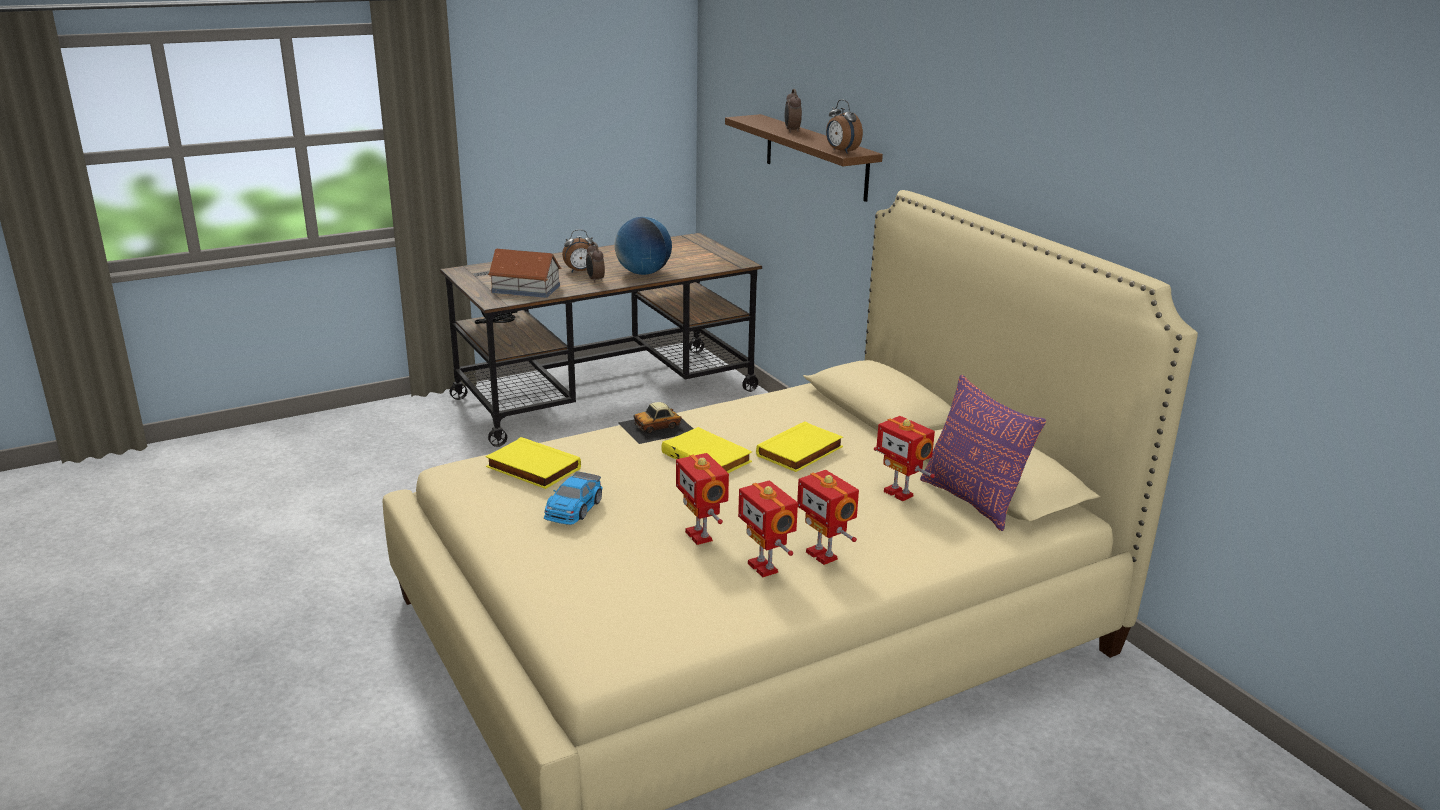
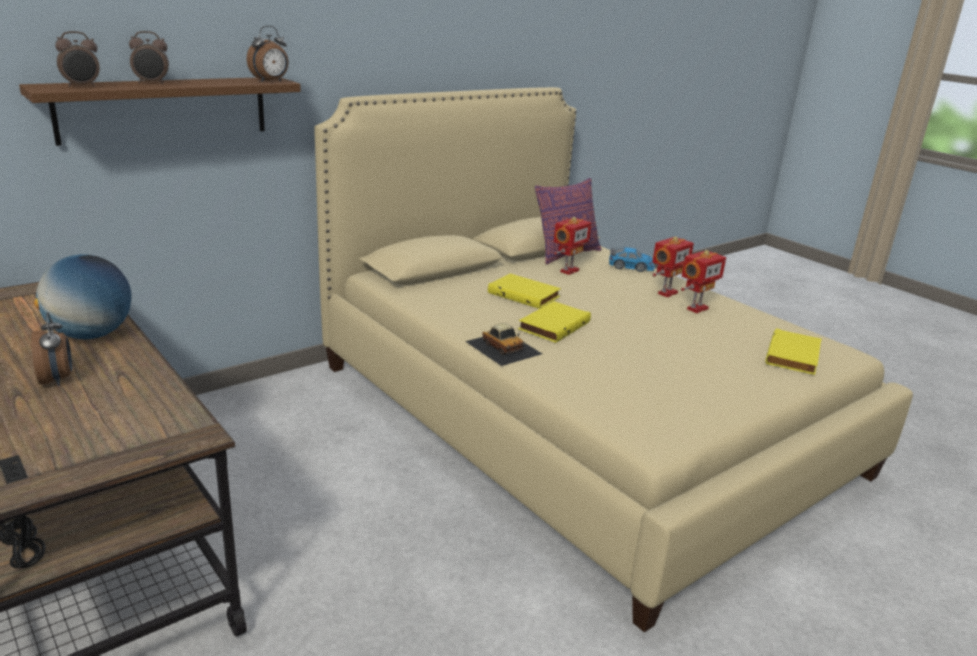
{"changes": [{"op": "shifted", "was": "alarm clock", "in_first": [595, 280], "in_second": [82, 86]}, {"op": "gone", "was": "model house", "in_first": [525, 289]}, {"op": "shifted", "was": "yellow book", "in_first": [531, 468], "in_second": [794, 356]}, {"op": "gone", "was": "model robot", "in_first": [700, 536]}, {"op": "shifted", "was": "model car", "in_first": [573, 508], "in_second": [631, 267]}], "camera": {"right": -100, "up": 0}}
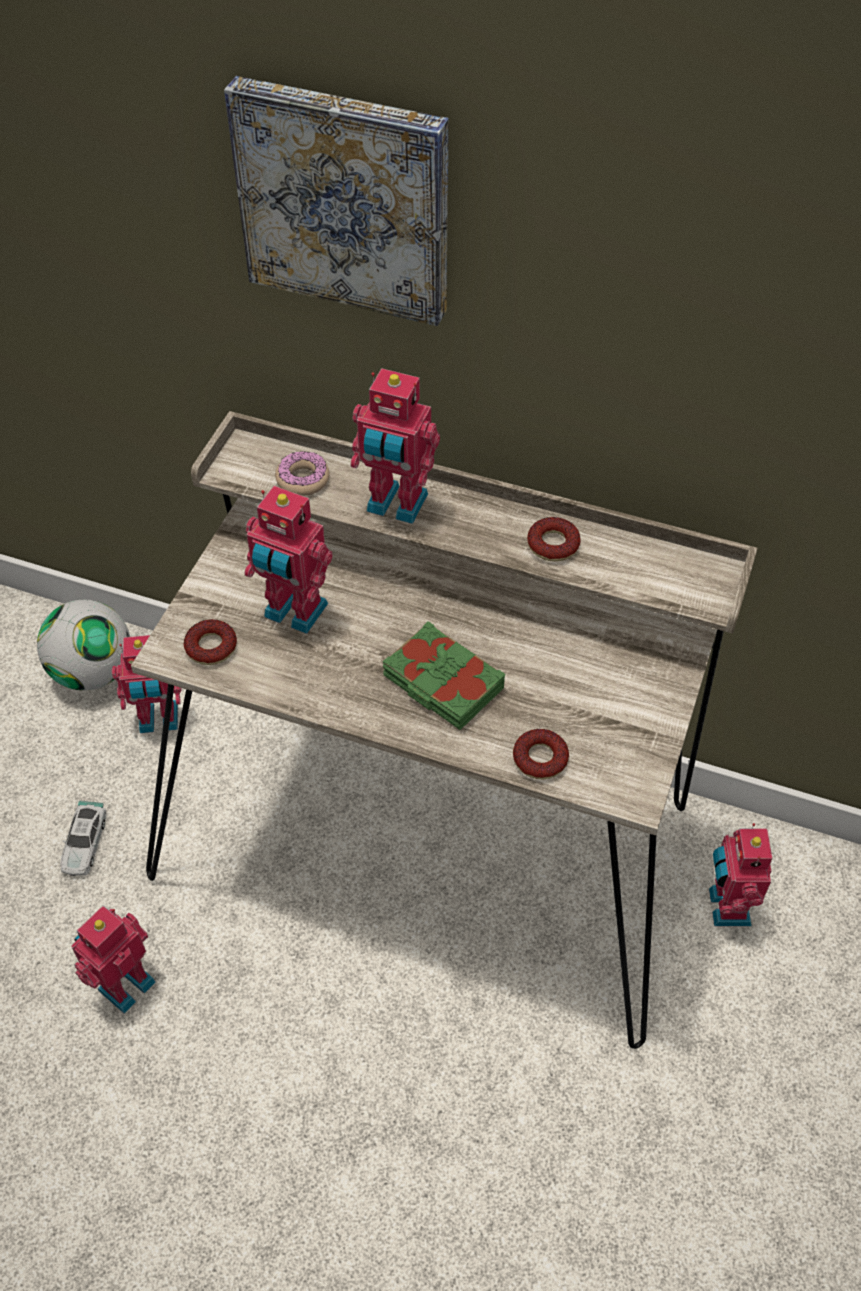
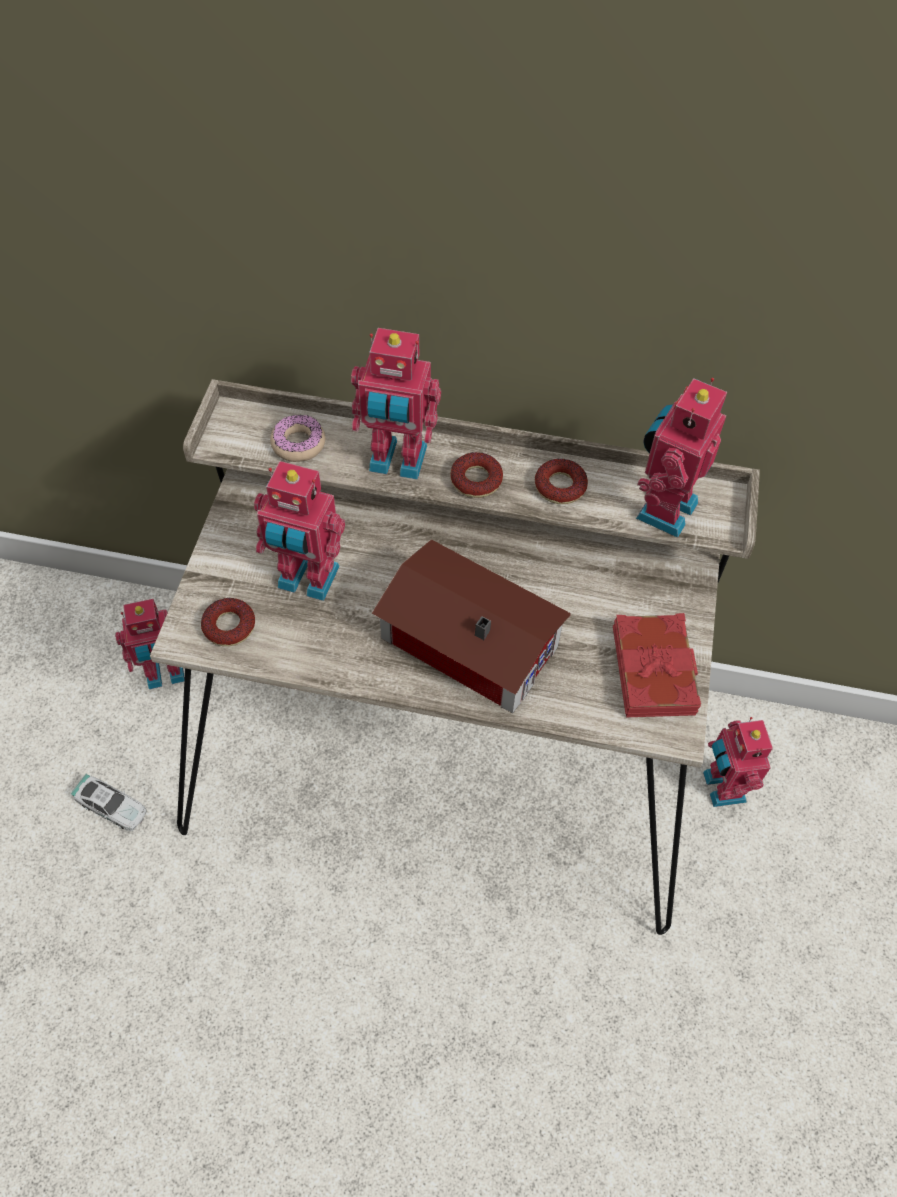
{"changes": [{"op": "gone", "was": "picture", "in_first": [346, 199]}, {"op": "gone", "was": "football ball", "in_first": [93, 672]}, {"op": "swapped", "was": "green book", "now": "model house", "in_first": [442, 683], "in_second": [467, 637]}, {"op": "shifted", "was": "ring doughnut", "in_first": [540, 758], "in_second": [476, 480]}, {"op": "rotated", "was": "model car", "in_first": [84, 843], "in_second": [112, 806], "clockwise": -60}, {"op": "shifted", "was": "model robot", "in_first": [124, 983], "in_second": [662, 508]}, {"op": "new", "now": "red-coloured book", "in_second": [654, 670]}], "camera": {"right": -10, "up": 5}}
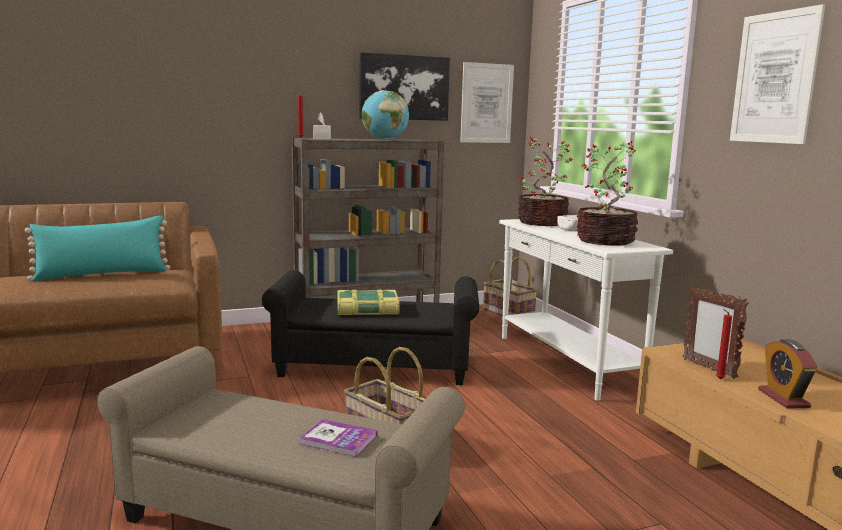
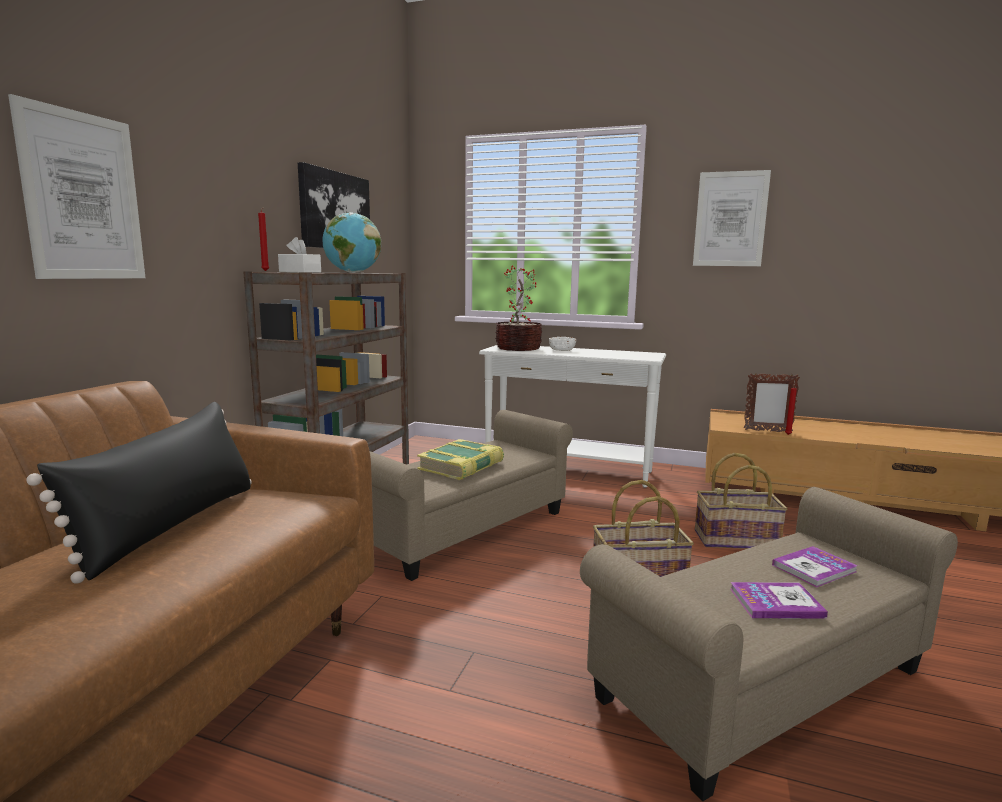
{"changes": [{"op": "shifted", "was": "picture", "in_first": [486, 103], "in_second": [83, 197]}, {"op": "gone", "was": "potted plant", "in_first": [606, 241]}, {"op": "repainted", "was": "blue-green throw pillow", "now": "blackish throw pillow", "in_first": [102, 274], "in_second": [172, 525]}, {"op": "shifted", "was": "storage basket", "in_first": [509, 313], "in_second": [736, 539]}, {"op": "repainted", "was": "blackish pouffe", "now": "beige pouffe", "in_first": [374, 367], "in_second": [464, 529]}, {"op": "gone", "was": "alarm clock", "in_first": [783, 398]}, {"op": "new", "now": "book", "in_second": [776, 603]}], "camera": {"right": -50, "up": 0}}
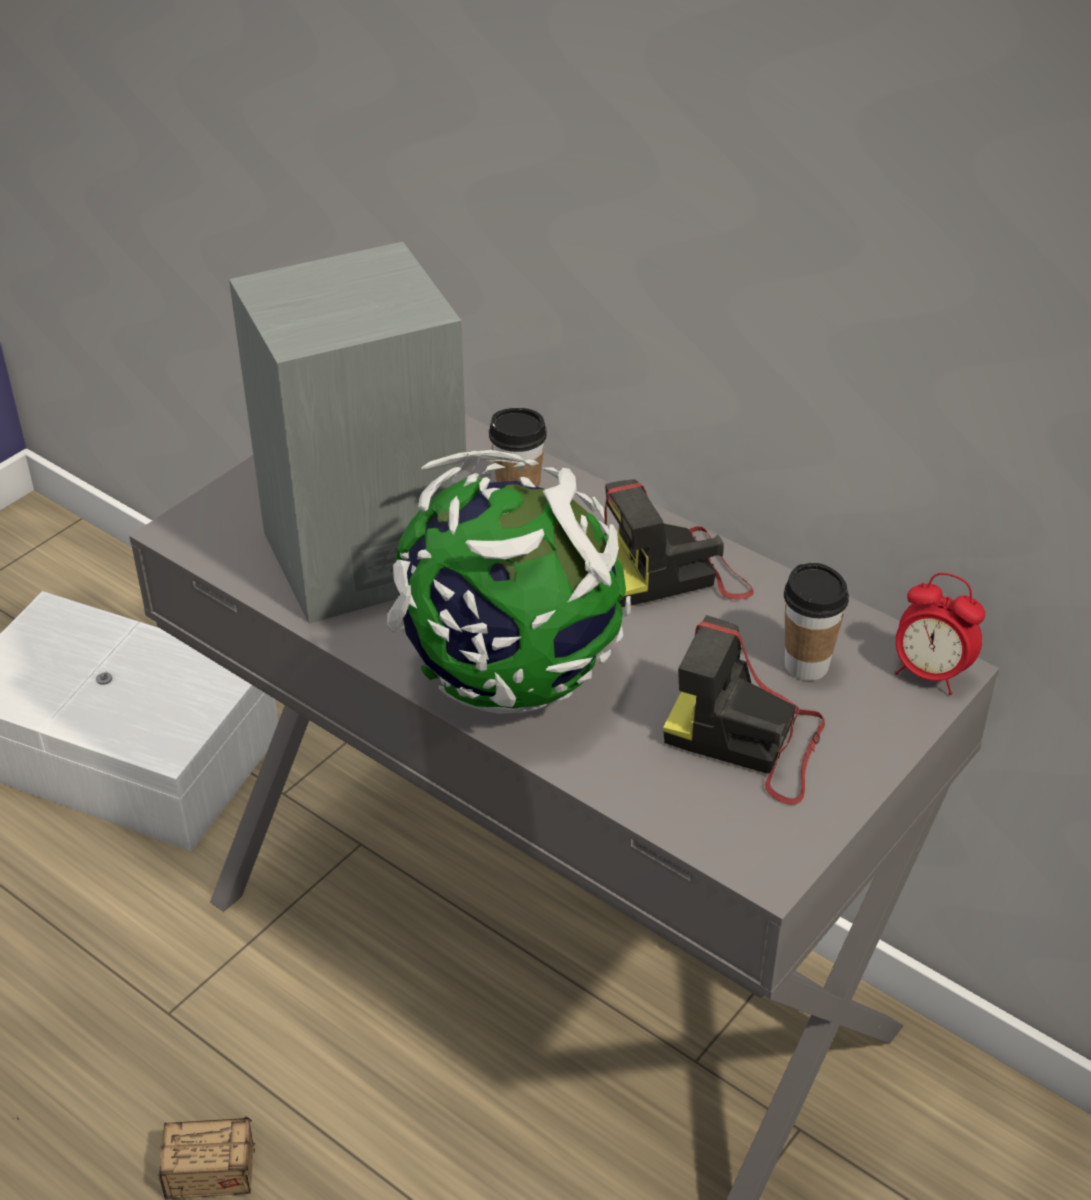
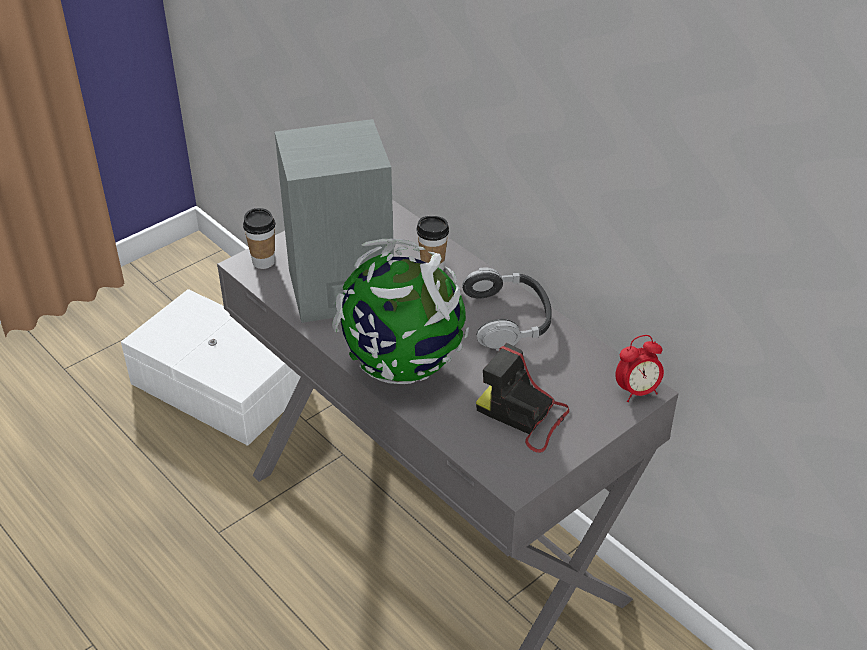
{"changes": [{"op": "swapped", "was": "still camera", "now": "headphones", "in_first": [673, 573], "in_second": [508, 318]}, {"op": "shifted", "was": "small cup", "in_first": [806, 665], "in_second": [263, 262]}, {"op": "rotated", "was": "alarm clock", "in_first": [929, 674], "in_second": [637, 391], "clockwise": -60}, {"op": "gone", "was": "storage bin", "in_first": [151, 1175]}], "camera": {"right": 10, "up": 0}}
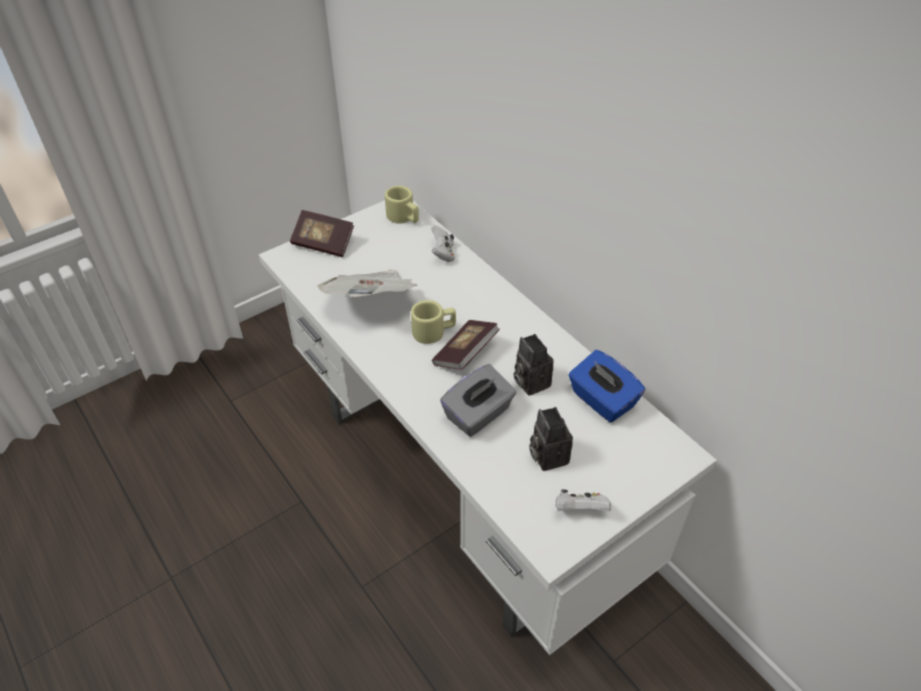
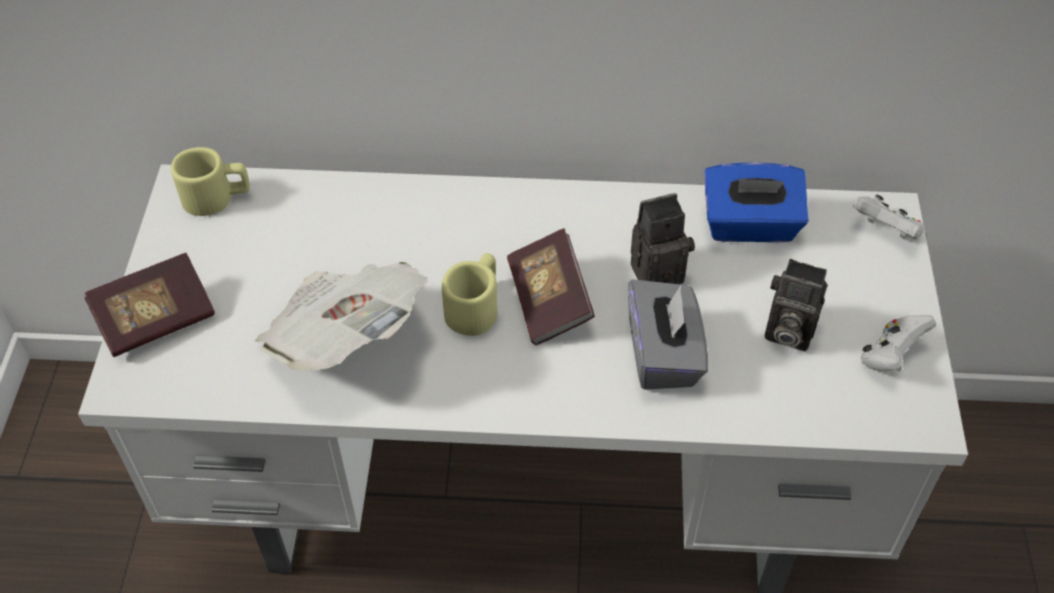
{"changes": [{"op": "shifted", "was": "white-coloured joypad", "in_first": [443, 253], "in_second": [886, 231]}, {"op": "rotated", "was": "still camera", "in_first": [529, 382], "in_second": [658, 270], "clockwise": 150}], "camera": {"right": -50, "up": 5}}
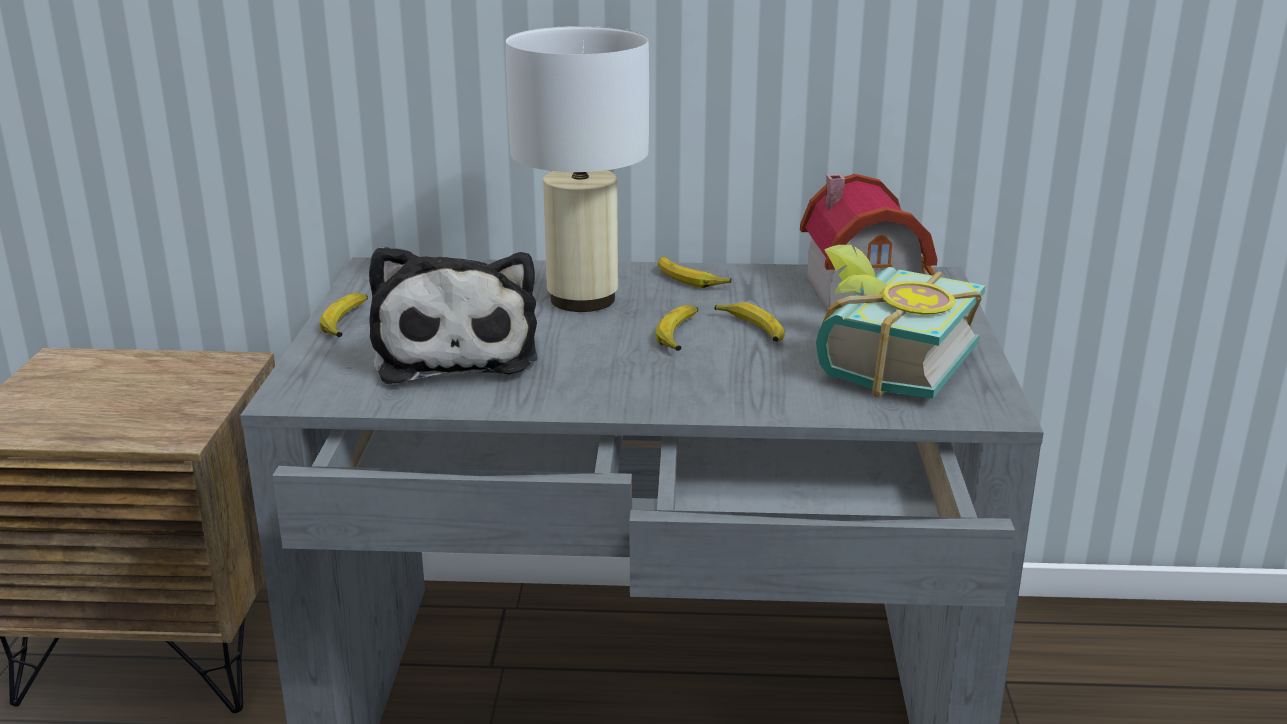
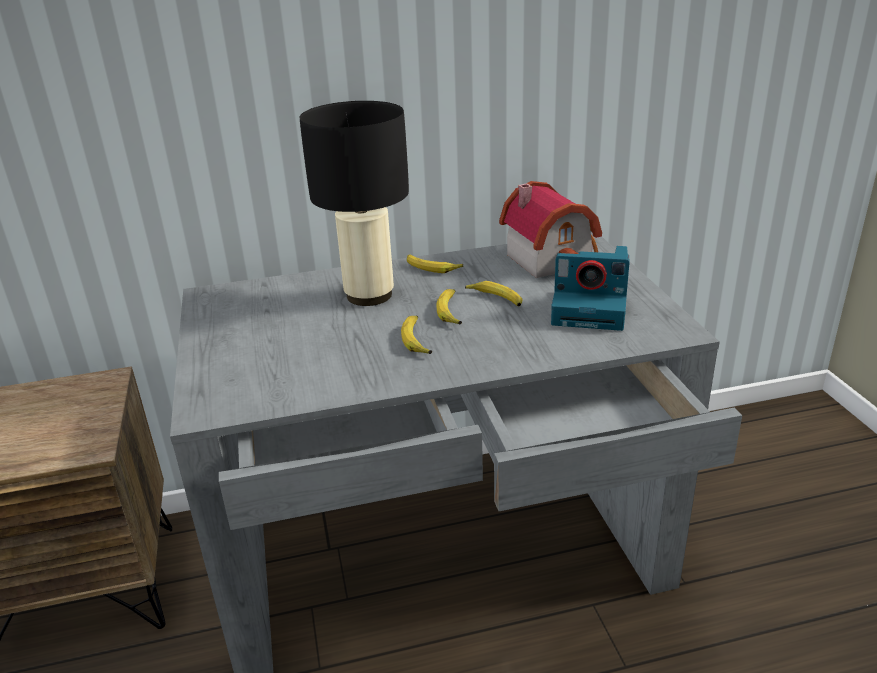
{"changes": [{"op": "repainted", "was": "white-coloured table lamp", "now": "blackish table lamp", "in_first": [581, 299], "in_second": [368, 295]}, {"op": "swapped", "was": "book", "now": "still camera", "in_first": [880, 363], "in_second": [591, 309]}, {"op": "gone", "was": "soft toy", "in_first": [455, 352]}, {"op": "shifted", "was": "banana", "in_first": [346, 322], "in_second": [417, 340]}], "camera": {"right": -15, "up": 5}}
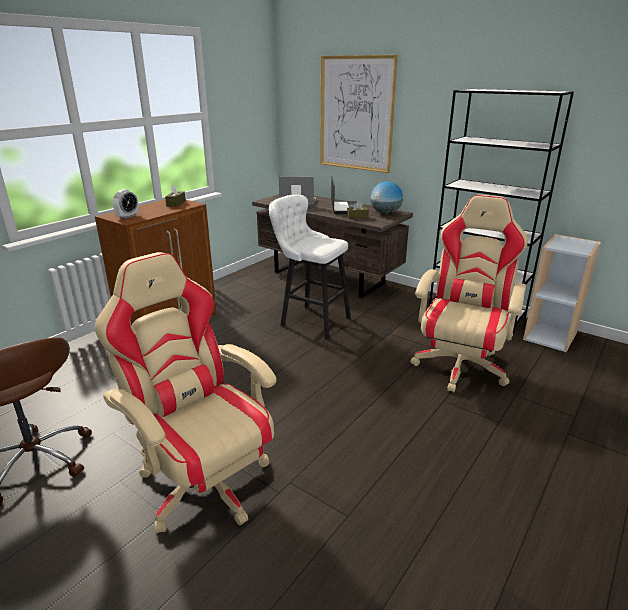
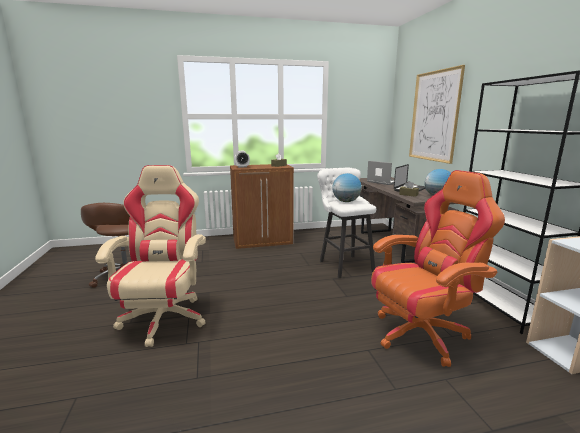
{"changes": [{"op": "repainted", "was": "beige office chair", "now": "orange office chair", "in_first": [459, 366], "in_second": [420, 334]}, {"op": "new", "now": "world globe", "in_second": [346, 201]}], "camera": {"right": 40, "up": -10}}
